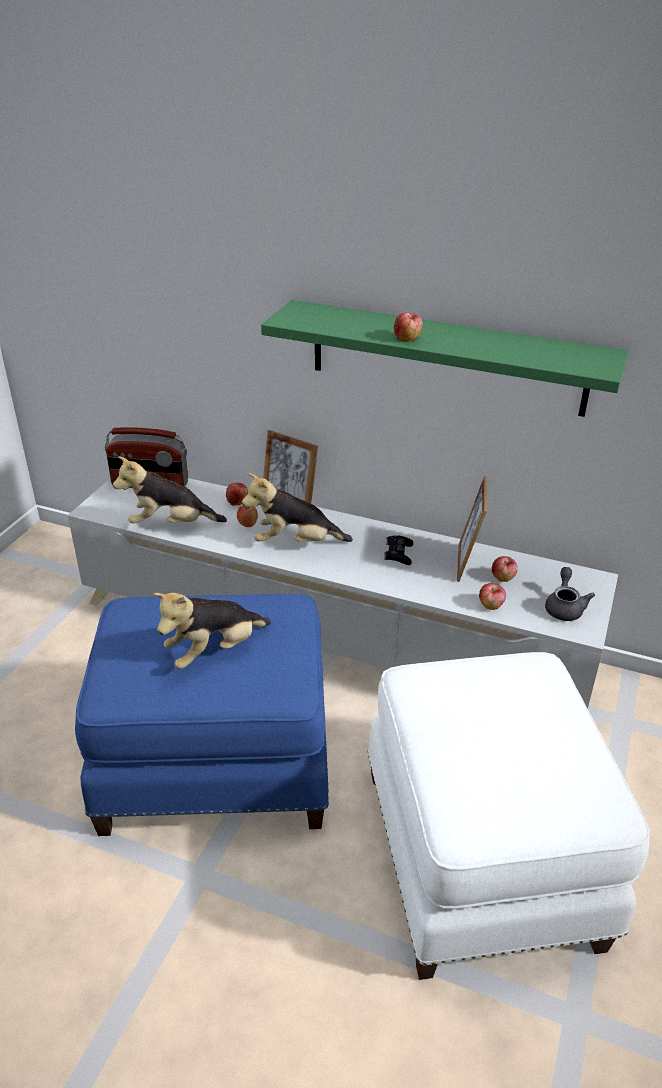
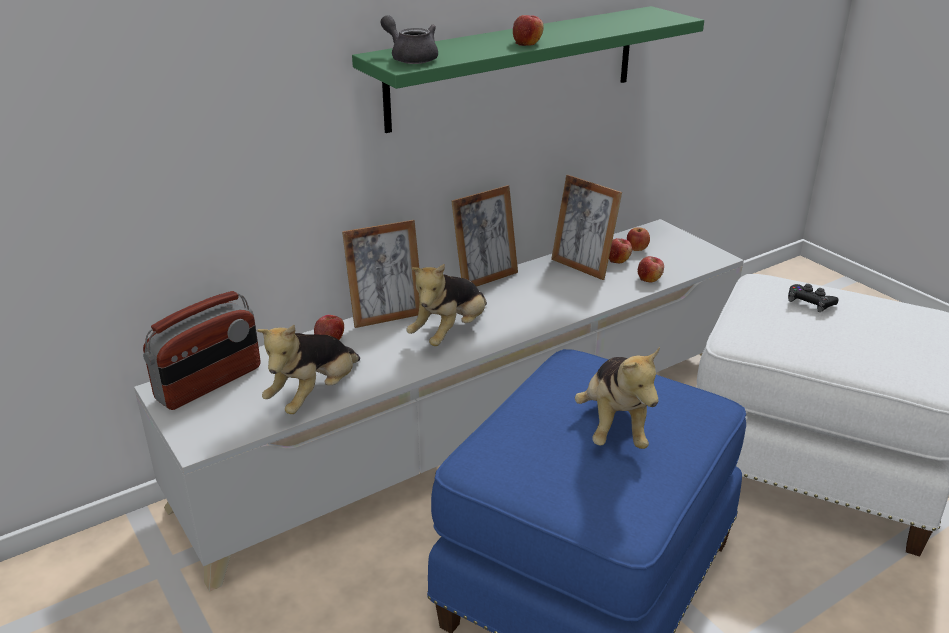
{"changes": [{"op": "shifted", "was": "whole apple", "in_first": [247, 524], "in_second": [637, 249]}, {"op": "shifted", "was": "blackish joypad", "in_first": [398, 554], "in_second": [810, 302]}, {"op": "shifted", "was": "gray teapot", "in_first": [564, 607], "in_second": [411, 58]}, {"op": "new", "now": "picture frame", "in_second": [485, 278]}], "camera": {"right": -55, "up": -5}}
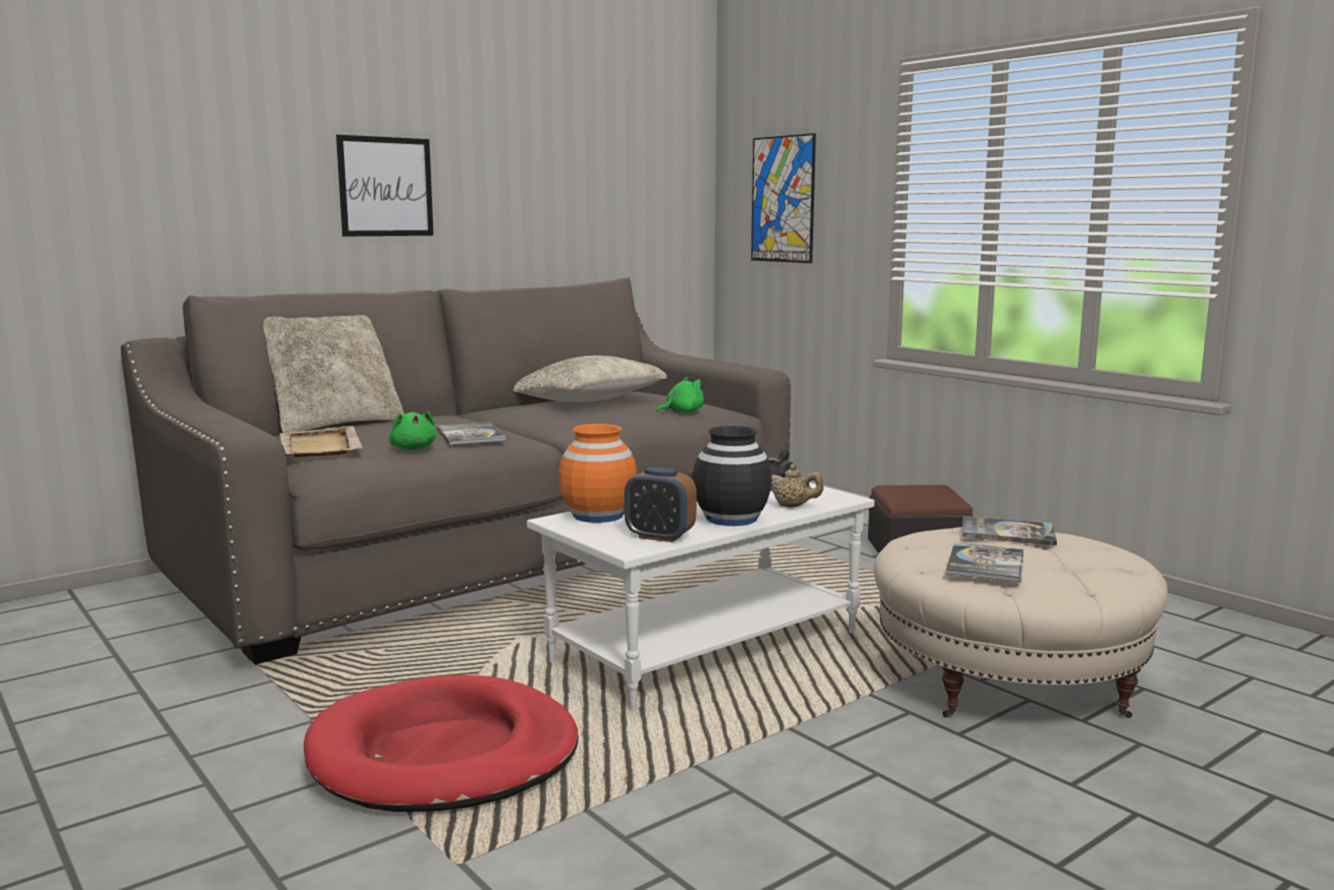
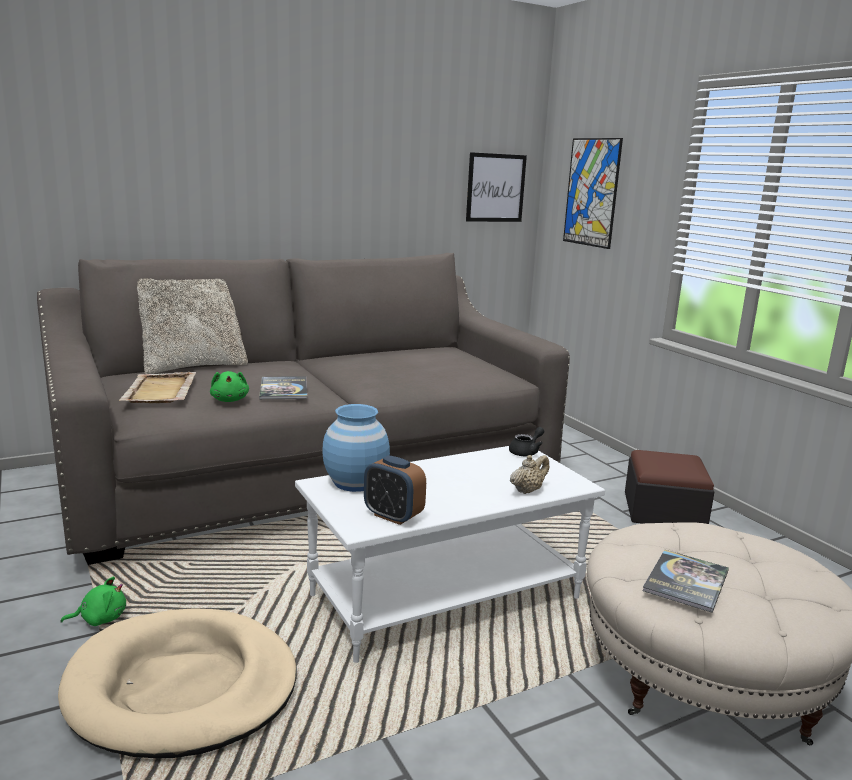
{"changes": [{"op": "shifted", "was": "picture", "in_first": [385, 187], "in_second": [495, 188]}, {"op": "gone", "was": "beige throw pillow", "in_first": [589, 401]}, {"op": "shifted", "was": "green soft toy", "in_first": [682, 412], "in_second": [100, 618]}, {"op": "repainted", "was": "orange decorative vase", "now": "blue-coloured decorative vase", "in_first": [598, 515], "in_second": [356, 482]}, {"op": "gone", "was": "blackish decorative vase", "in_first": [731, 519]}, {"op": "rotated", "was": "beige teapot", "in_first": [792, 506], "in_second": [527, 490], "clockwise": -75}, {"op": "gone", "was": "book", "in_first": [1007, 532]}, {"op": "repainted", "was": "red-coloured dog cushion", "now": "beige dog cushion", "in_first": [443, 754], "in_second": [182, 688]}], "camera": {"right": 10, "up": 5}}
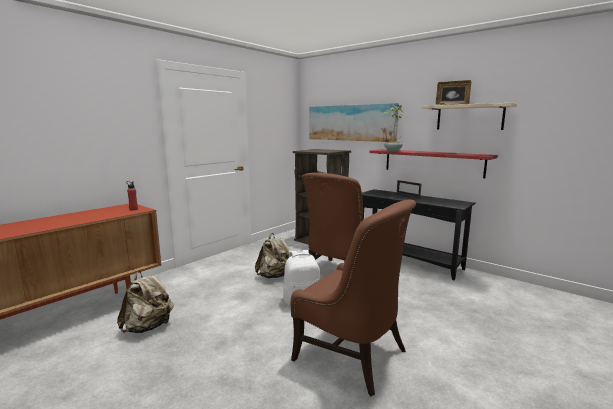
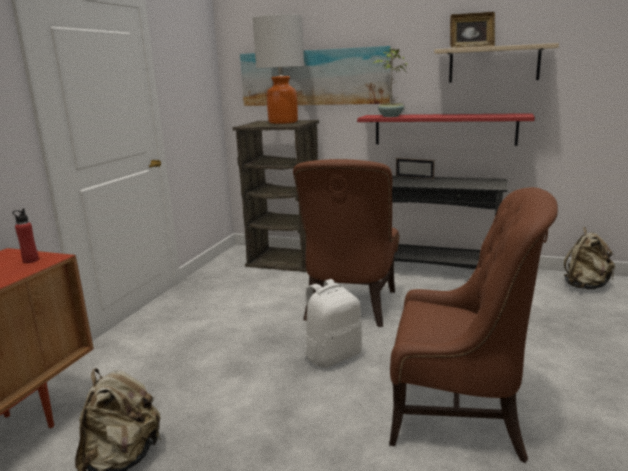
{"changes": [{"op": "shifted", "was": "beige rucksack", "in_first": [275, 276], "in_second": [585, 286]}, {"op": "new", "now": "table lamp", "in_second": [283, 122]}], "camera": {"right": -20, "up": 5}}
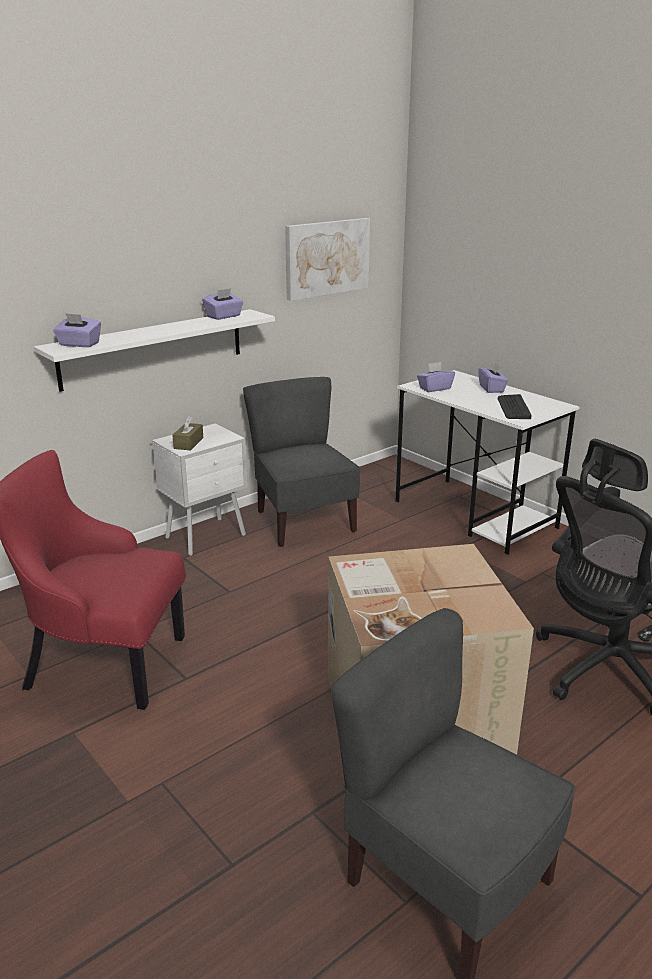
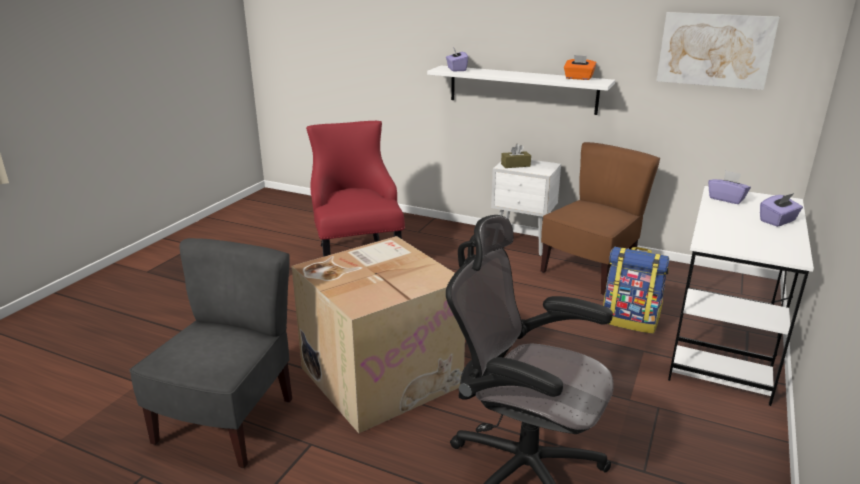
{"changes": [{"op": "repainted", "was": "purple tissue box", "now": "orange tissue box", "in_first": [224, 316], "in_second": [578, 78]}, {"op": "repainted", "was": "gray chair", "now": "brown-coloured chair", "in_first": [303, 522], "in_second": [589, 271]}, {"op": "gone", "was": "keyboard", "in_first": [513, 407]}, {"op": "new", "now": "rucksack", "in_second": [630, 321]}], "camera": {"right": 65, "up": 0}}
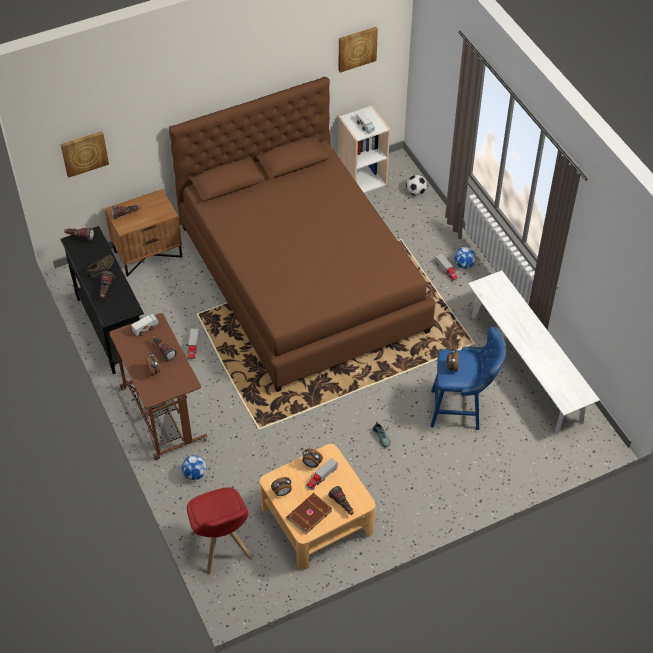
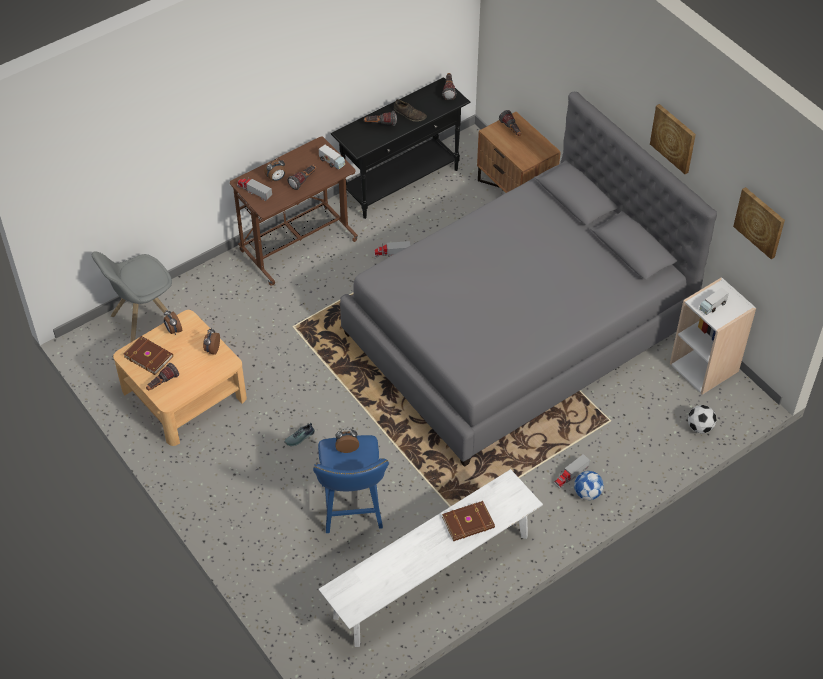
{"changes": [{"op": "repainted", "was": "brown-coloured bedroom bed", "now": "gray bedroom bed", "in_first": [302, 278], "in_second": [518, 331]}, {"op": "shifted", "was": "picture", "in_first": [84, 153], "in_second": [674, 138]}, {"op": "gone", "was": "football ball", "in_first": [194, 474]}, {"op": "shifted", "was": "toy truck", "in_first": [321, 477], "in_second": [254, 191]}, {"op": "repainted", "was": "red-coloured chair", "now": "gray chair", "in_first": [222, 546], "in_second": [144, 320]}, {"op": "new", "now": "brown-coloured book", "in_second": [469, 523]}], "camera": {"right": 80, "up": 0}}
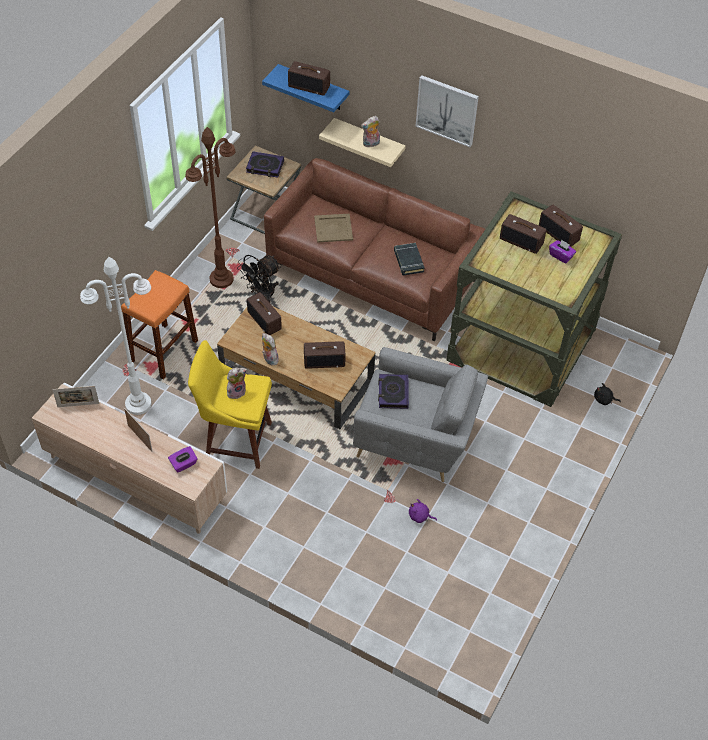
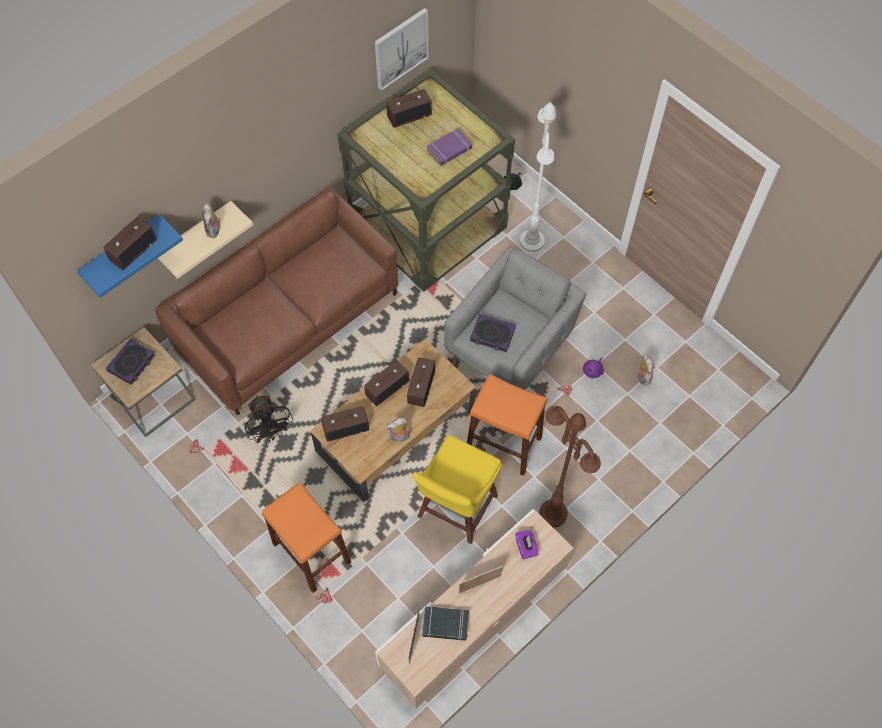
{"changes": [{"op": "shifted", "was": "picture", "in_first": [447, 110], "in_second": [400, 48]}, {"op": "shifted", "was": "brown-coloured floor lamp", "in_first": [221, 279], "in_second": [552, 513]}, {"op": "gone", "was": "beige tray", "in_first": [333, 228]}, {"op": "shifted", "was": "radio", "in_first": [521, 241], "in_second": [387, 387]}, {"op": "gone", "was": "purple tissue box", "in_first": [561, 256]}, {"op": "shifted", "was": "blackish book", "in_first": [408, 261], "in_second": [445, 624]}, {"op": "shifted", "was": "white-coloured floor lamp", "in_first": [138, 404], "in_second": [532, 242]}, {"op": "shifted", "was": "soft toy", "in_first": [236, 391], "in_second": [642, 377]}, {"op": "new", "now": "purple book", "in_second": [449, 149]}, {"op": "new", "now": "orange sitting stool", "in_second": [503, 443]}], "camera": {"right": -70, "up": 10}}
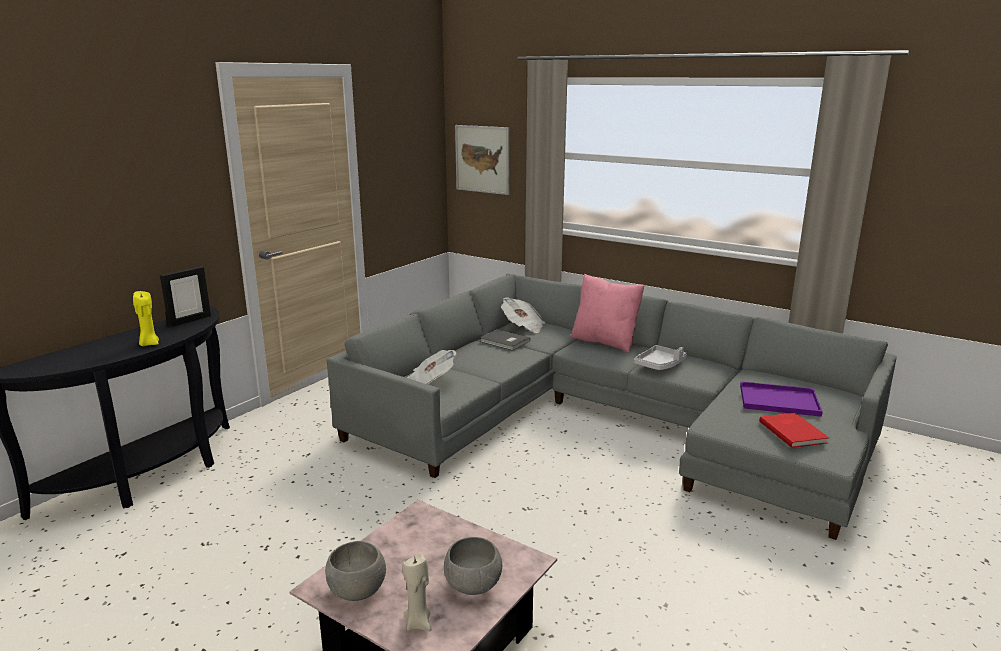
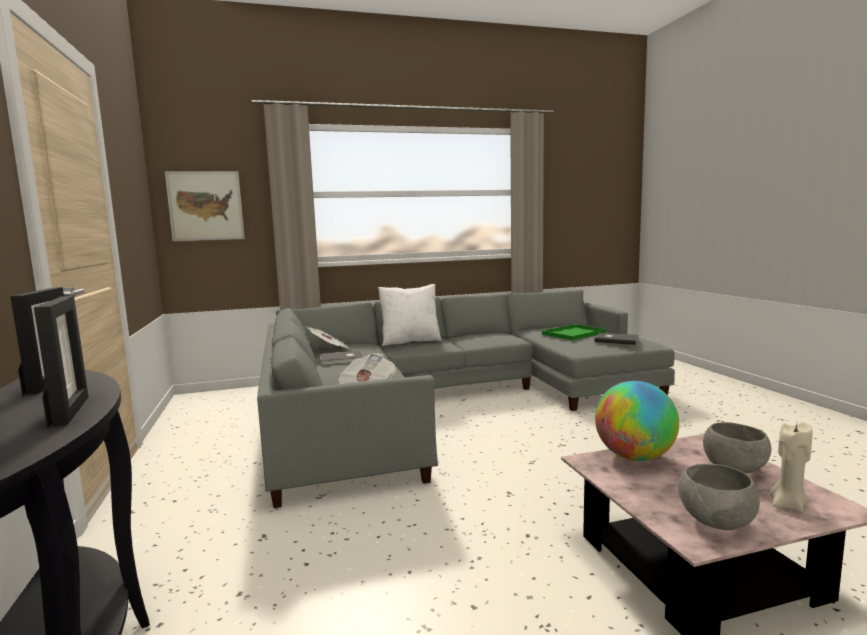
{"changes": [{"op": "repainted", "was": "pinkish throw pillow", "now": "white-coloured throw pillow", "in_first": [605, 342], "in_second": [410, 341]}, {"op": "swapped", "was": "yellow candle", "now": "picture frame", "in_first": [149, 344], "in_second": [69, 411]}, {"op": "gone", "was": "gray tray", "in_first": [660, 364]}, {"op": "repainted", "was": "purple tray", "now": "green tray", "in_first": [777, 400], "in_second": [573, 334]}, {"op": "repainted", "was": "red-coloured book", "now": "gray book", "in_first": [793, 431], "in_second": [616, 340]}, {"op": "new", "now": "world globe", "in_second": [634, 457]}], "camera": {"right": -50, "up": -10}}
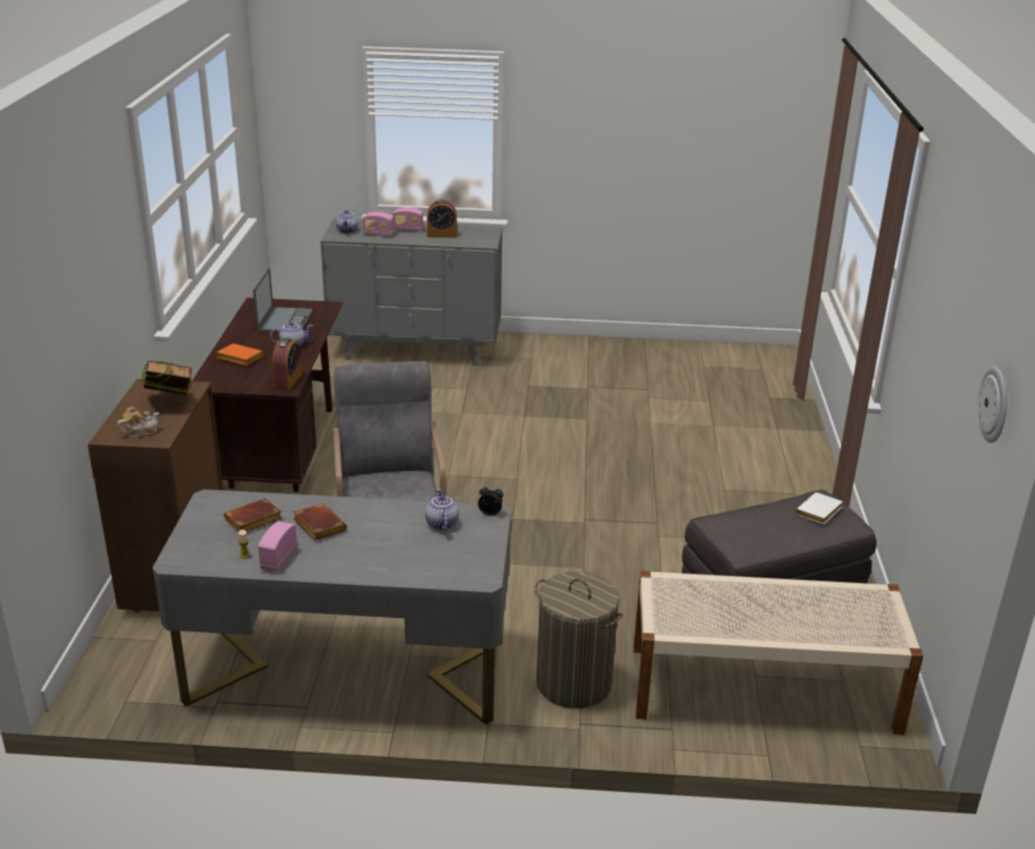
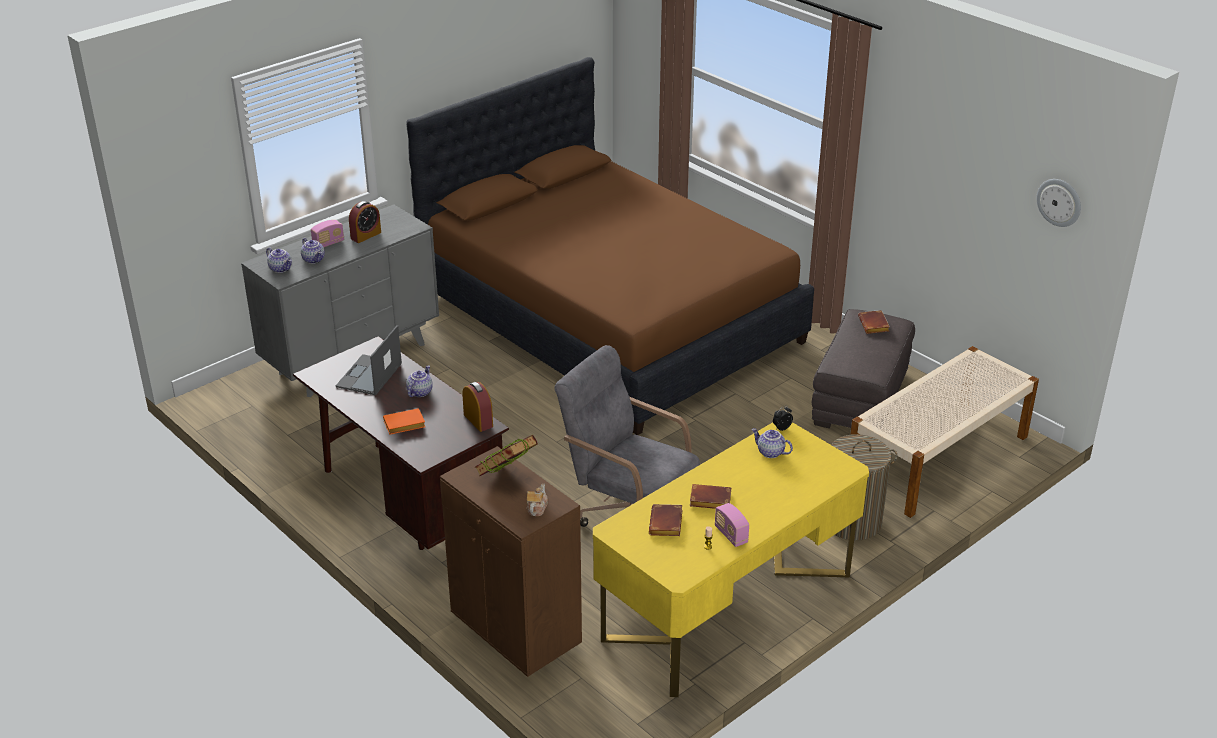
{"changes": [{"op": "swapped", "was": "radio", "now": "teapot", "in_first": [378, 234], "in_second": [314, 260]}, {"op": "rotated", "was": "laptop", "in_first": [285, 320], "in_second": [369, 376], "clockwise": -120}, {"op": "repainted", "was": "gray desk table", "now": "yellow desk table", "in_first": [347, 671], "in_second": [727, 606]}, {"op": "repainted", "was": "white-coloured book", "now": "brown-coloured book", "in_first": [819, 513], "in_second": [874, 325]}, {"op": "new", "now": "brown-coloured bedroom bed", "in_second": [609, 318]}], "camera": {"right": -45, "up": 5}}
